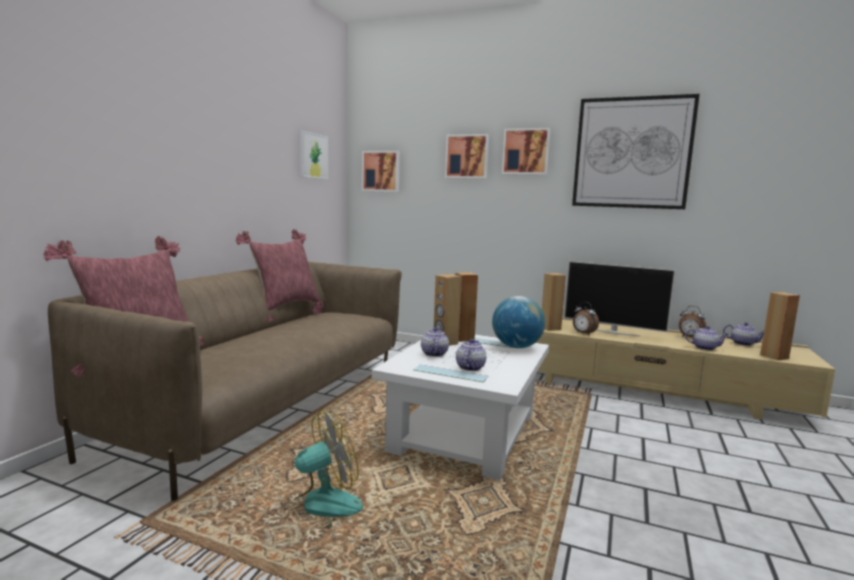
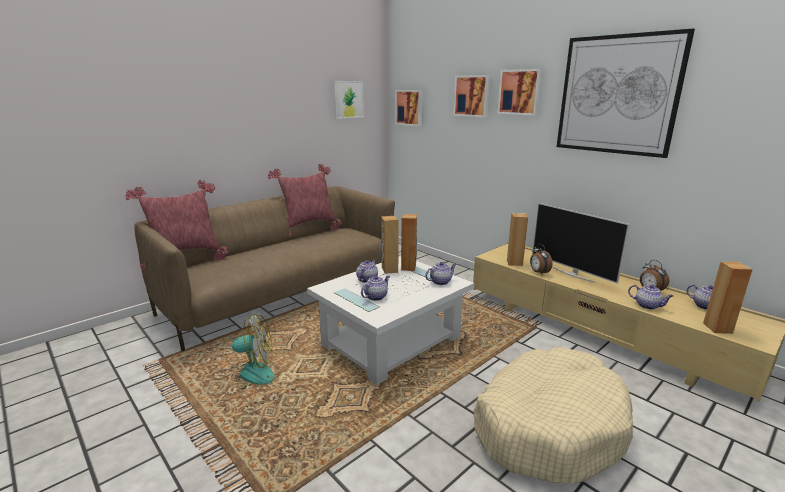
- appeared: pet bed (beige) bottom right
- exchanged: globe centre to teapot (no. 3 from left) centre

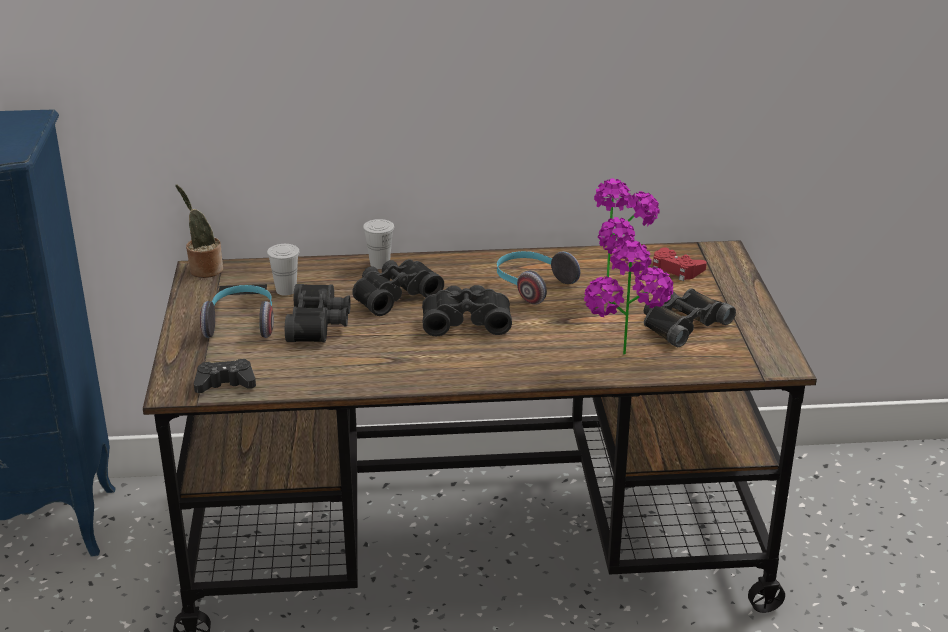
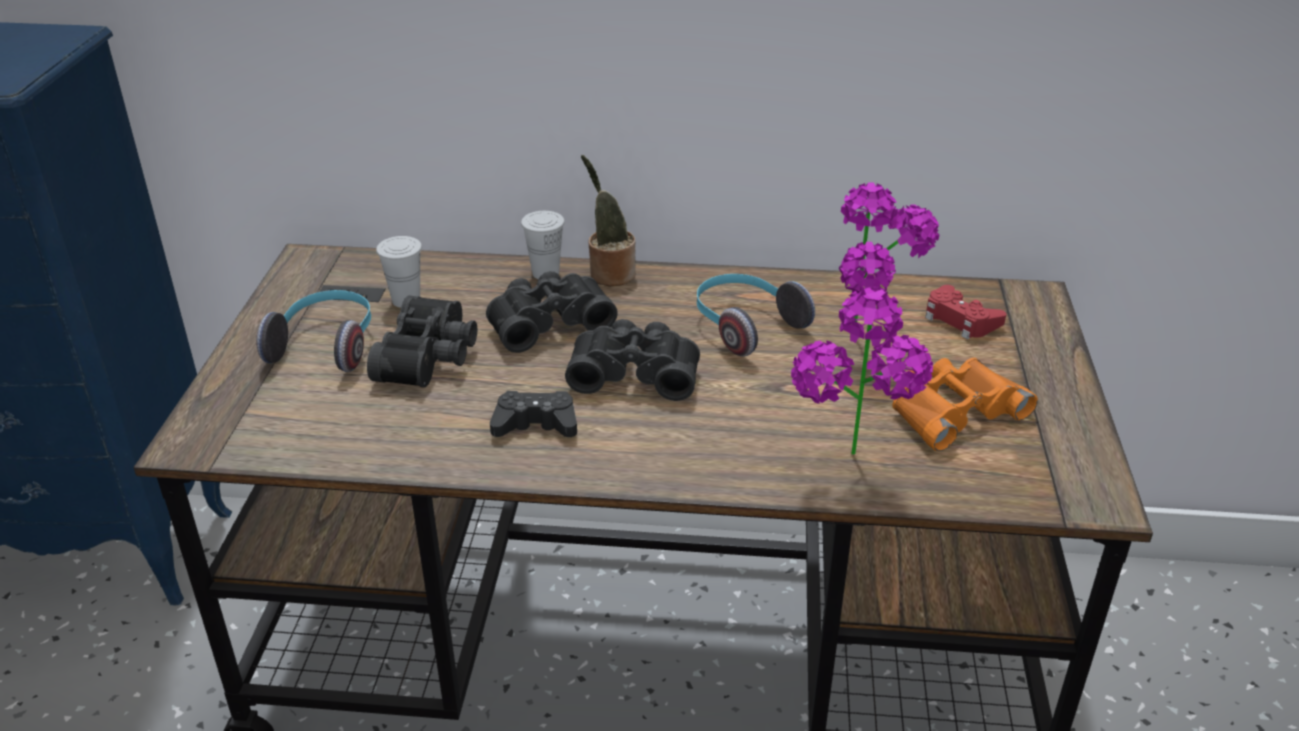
- relocated: houseplant (no. 1 from left) middle left to top centre
- relocated: joypad (black-coloured) middle left to centre
- colour: field glasses (black-coloured) (no. 4 from left) middle right to field glasses (orangey) middle right

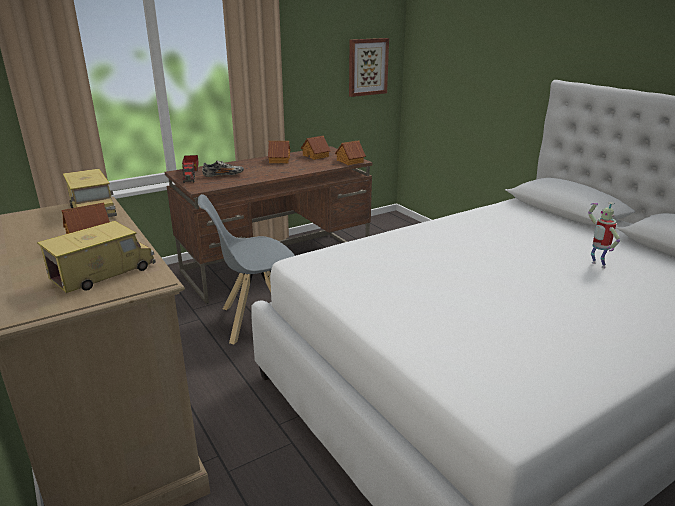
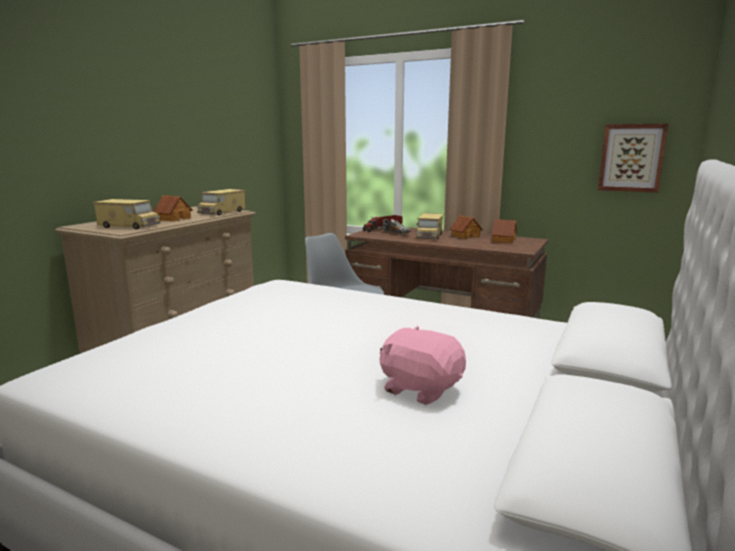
- missing: model house (no. 4 from left) top centre
- appeared: model truck (no. 4 from left) centre
- exchanged: robot figure middle right to cuddly toy (pink) centre

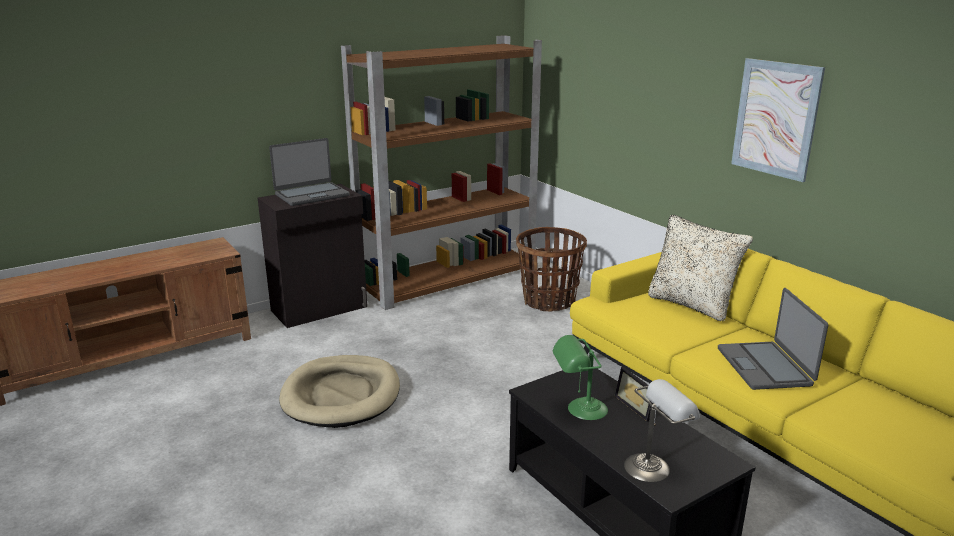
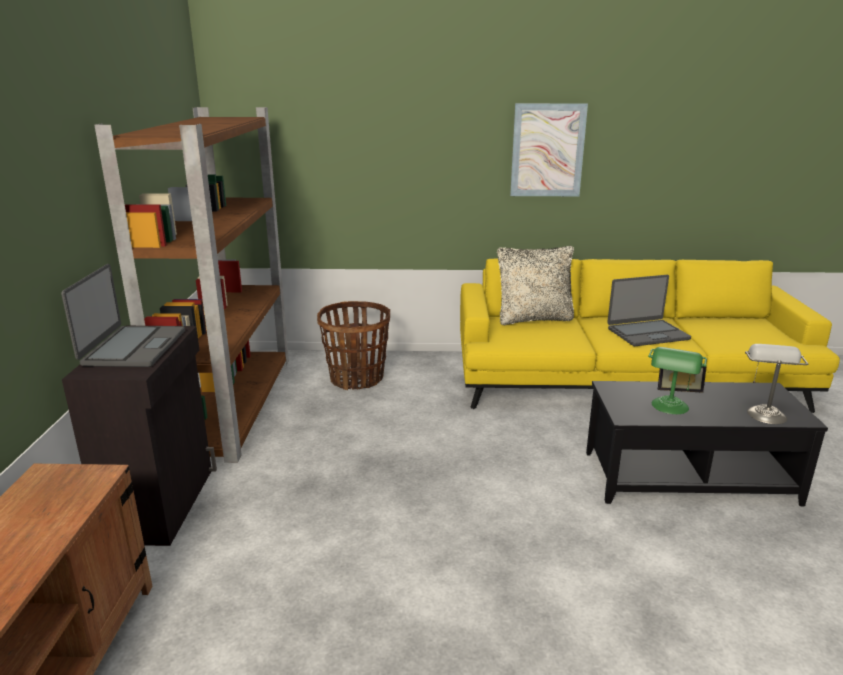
- missing: pet bed (beige) bottom centre
- spun: notebook computer (no. 2 from left) middle right = middle right 45 degrees counterclockwise

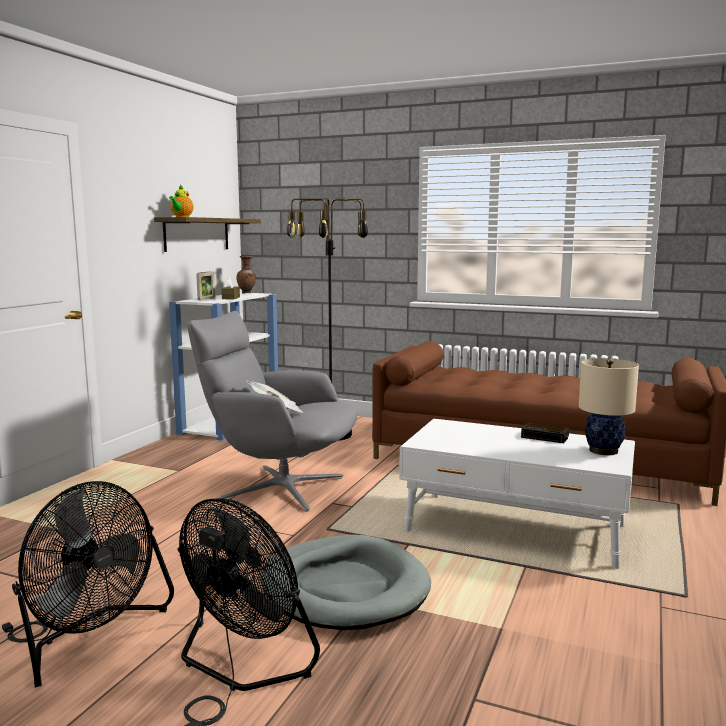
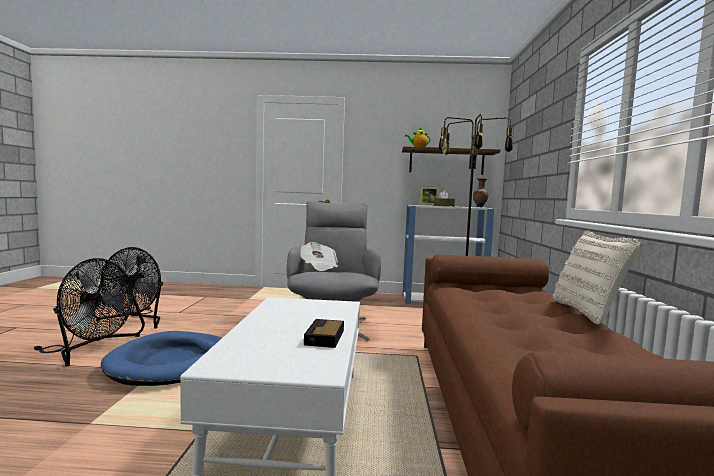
- missing: lamp for a table (beige) middle right
- appeared: cushion (beige) middle right
- colour: pet bed (grey) bottom centre to pet bed (blue-coloured) bottom left

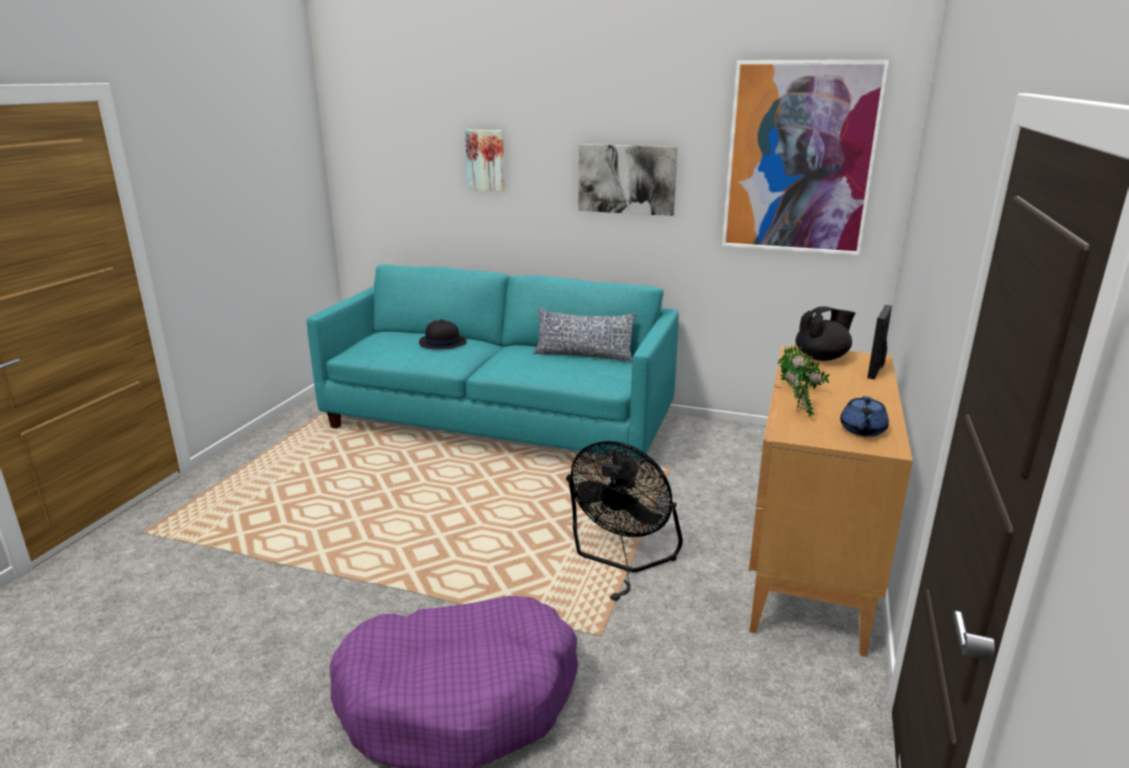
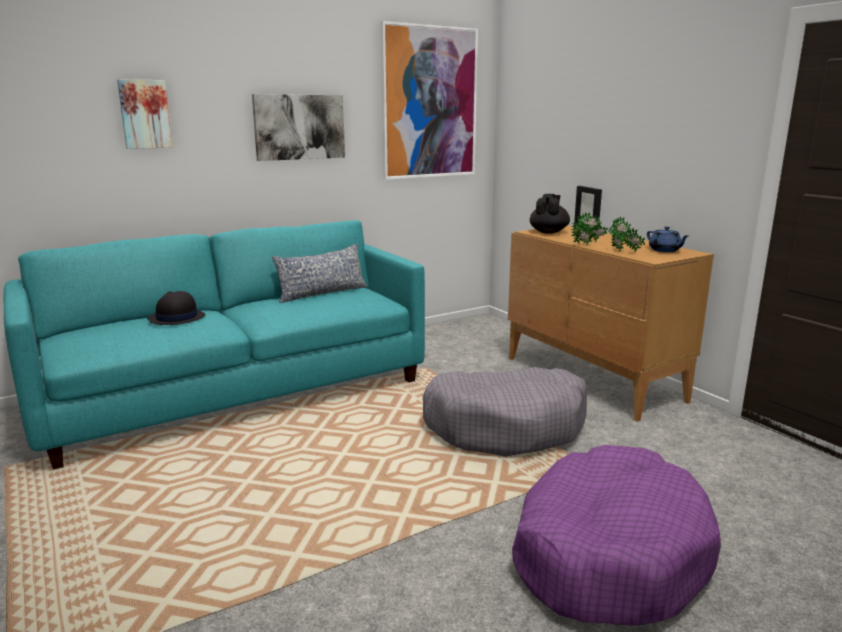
- exchanged: cooling fan (black-coloured) bottom centre to pet bed (grey) centre

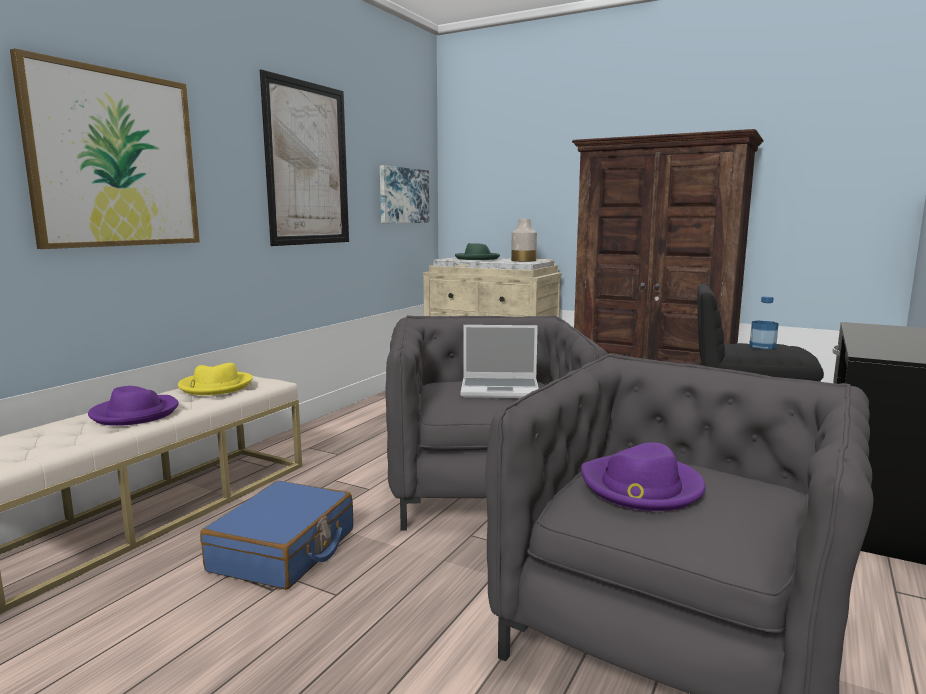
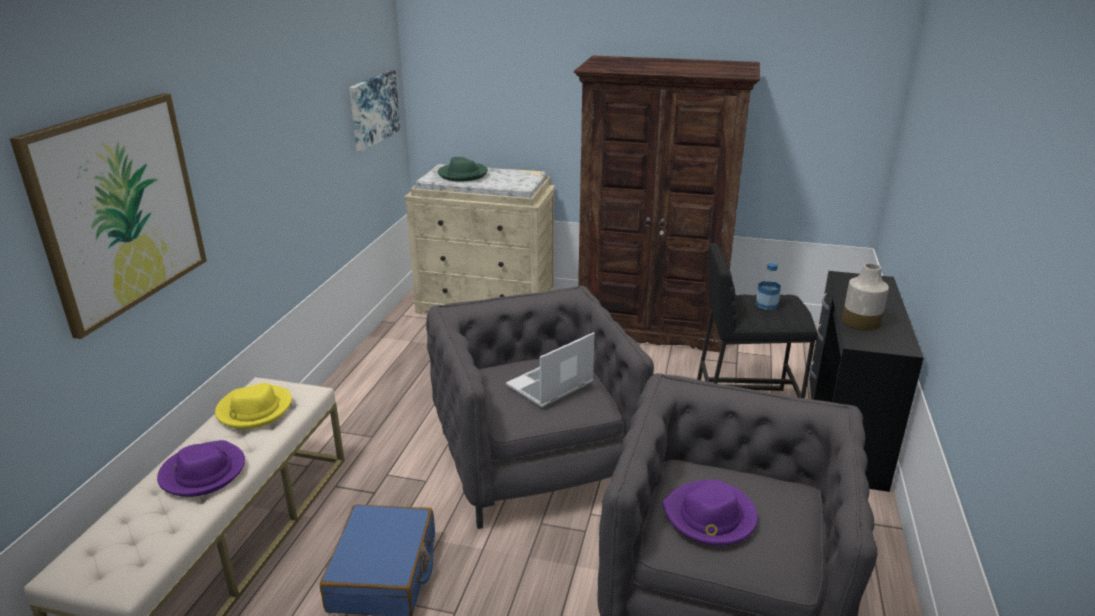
- missing: picture (no. 2 from left) top left
- relocated: flower vase (beige) centre to middle right
- spun: notebook computer centre = centre 150 degrees clockwise

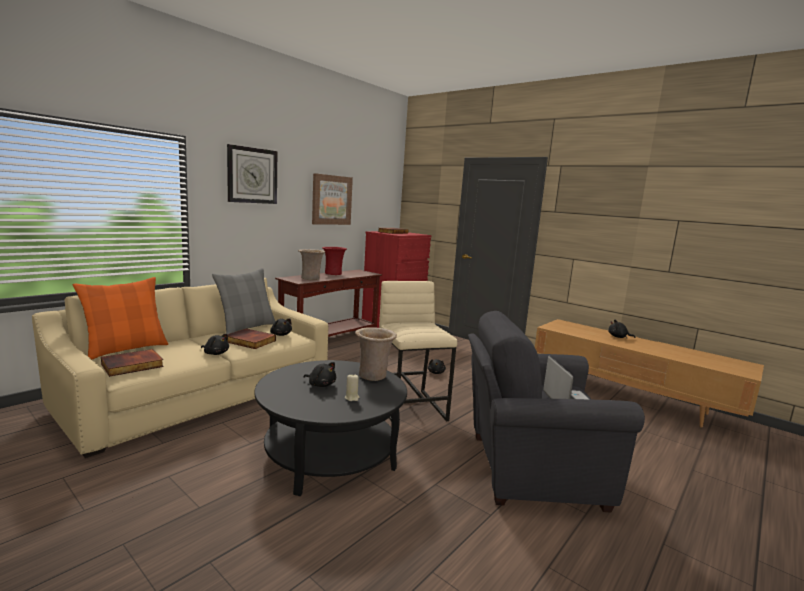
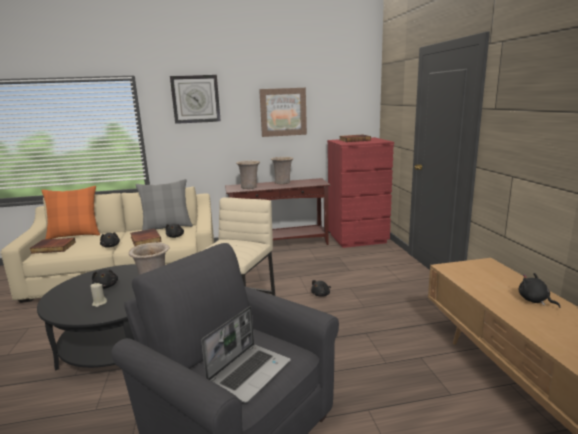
- colour: flower vase (red) centre to flower vase (beige) (no. 3 from left) centre

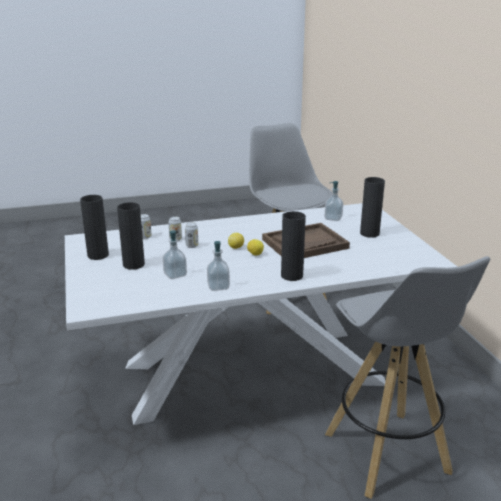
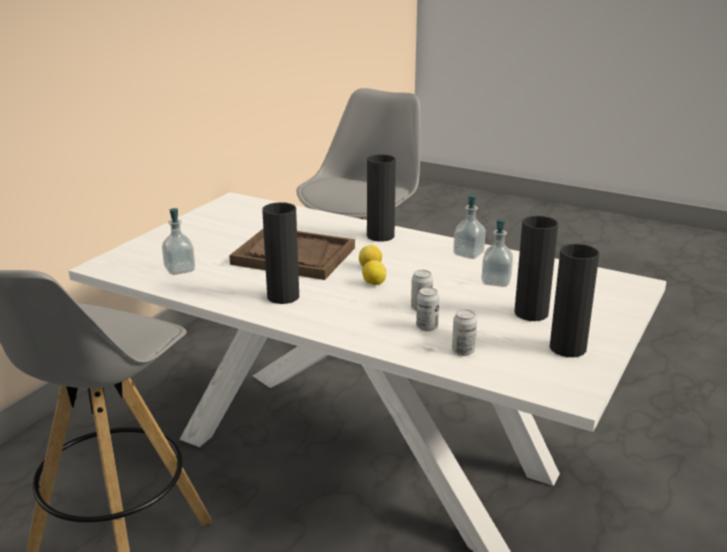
- relocated: flower vase (black-coloured) (no. 4 from left in the first image) middle right to flower vase (black-coloured) (no. 1 from left) centre

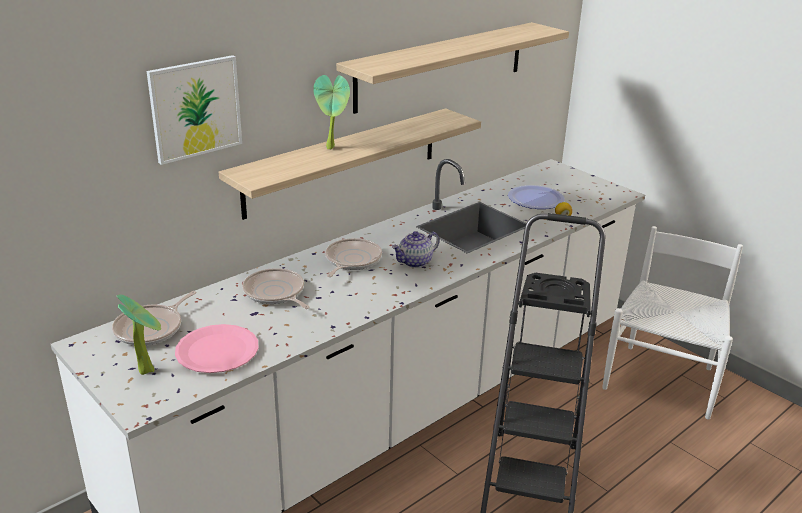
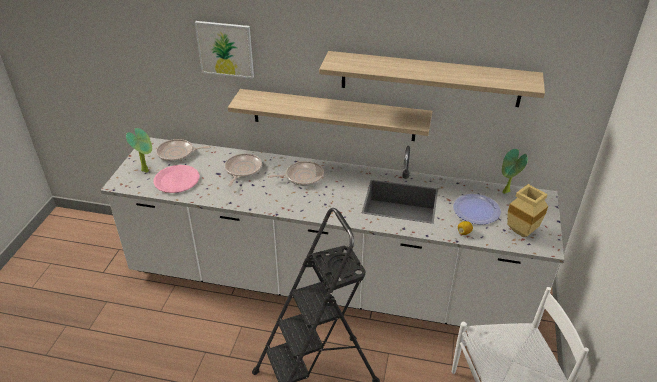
- missing: teapot centre
- appeared: flower vase (beige) middle right
- relocated: houseplant (no. 2 from left) top centre to middle right

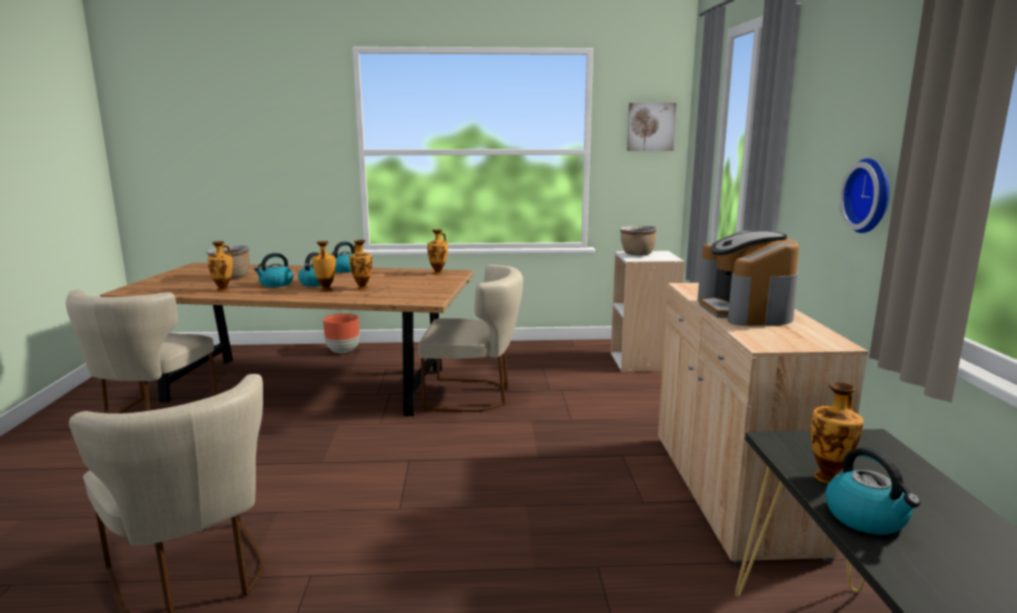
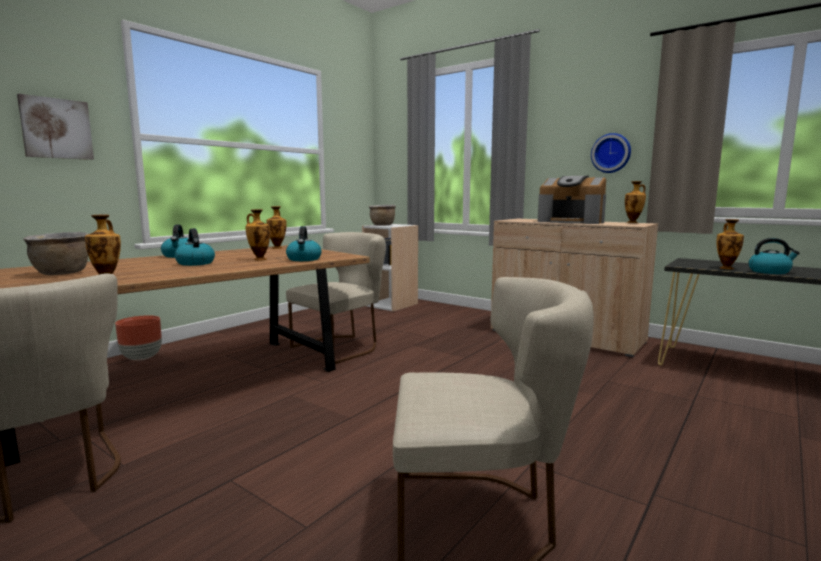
- relocated: kettle (no. 1 from left in the first image) middle left to kettle (no. 3 from left) centre
- relocated: flower vase (no. 2 from left in the first image) middle left to flower vase (no. 4 from left) middle right
- relocated: picture top centre to top left

